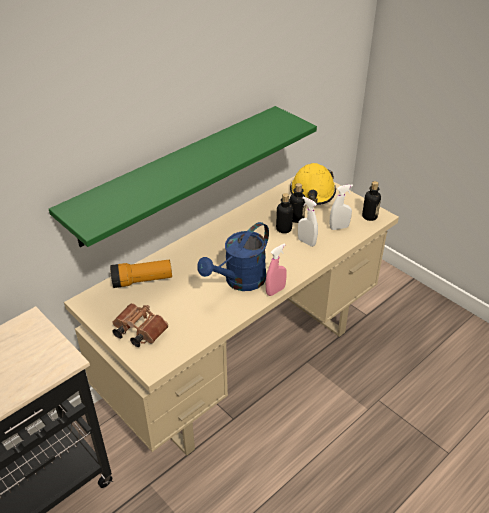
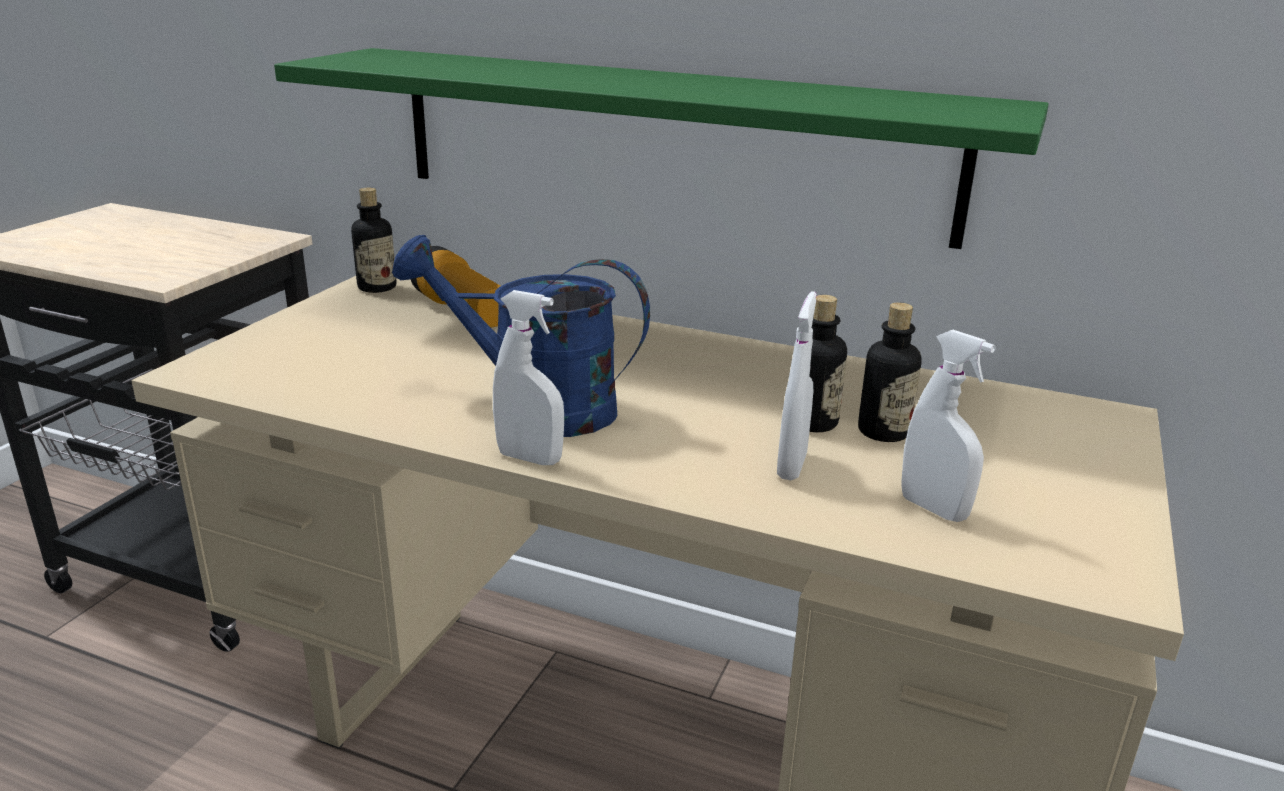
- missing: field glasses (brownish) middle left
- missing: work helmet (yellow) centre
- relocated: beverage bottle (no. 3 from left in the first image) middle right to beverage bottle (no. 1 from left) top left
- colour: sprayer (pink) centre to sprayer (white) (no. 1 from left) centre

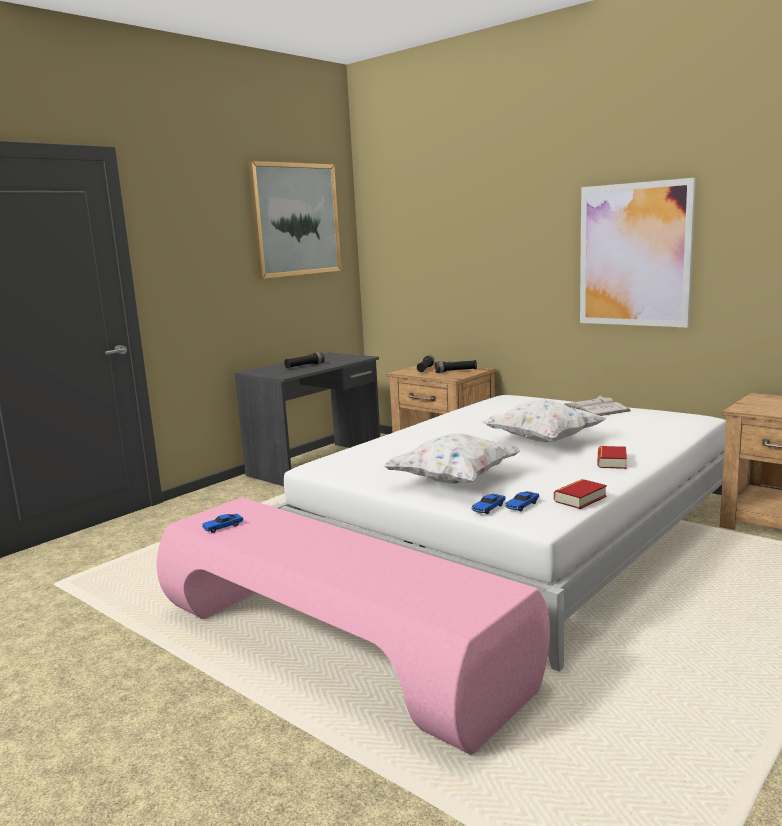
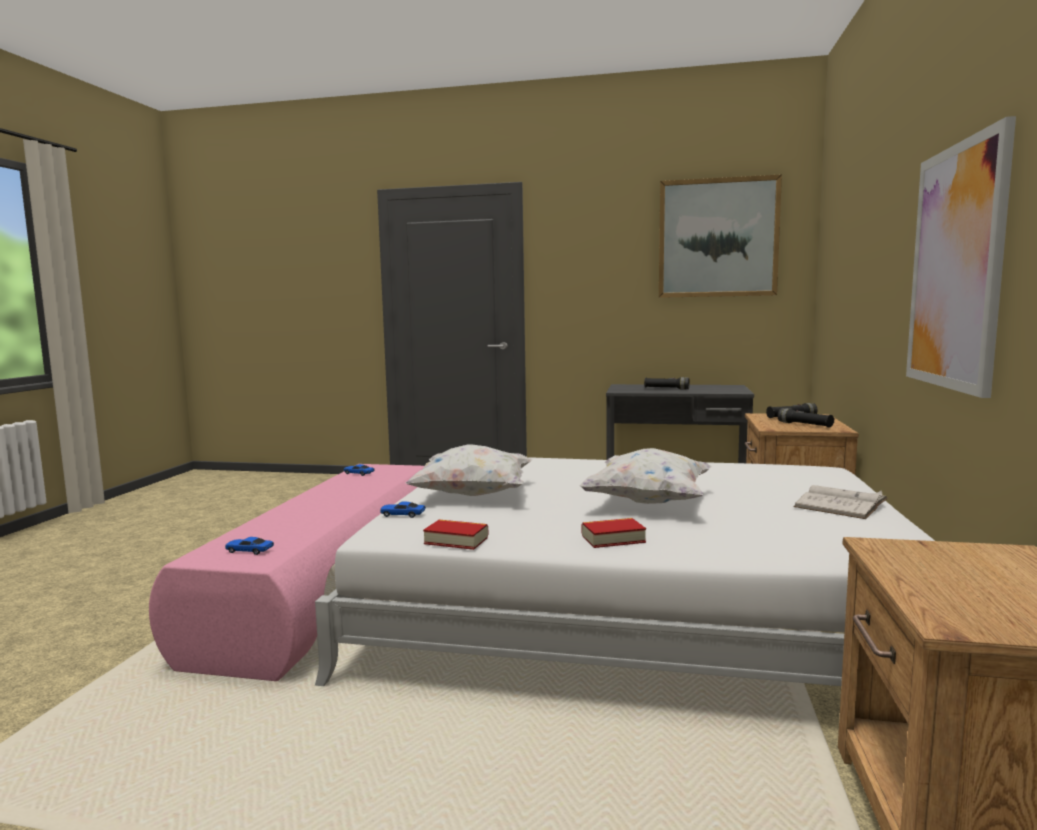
- relocated: model car (no. 3 from left in the first image) middle right to model car (no. 1 from left) middle left

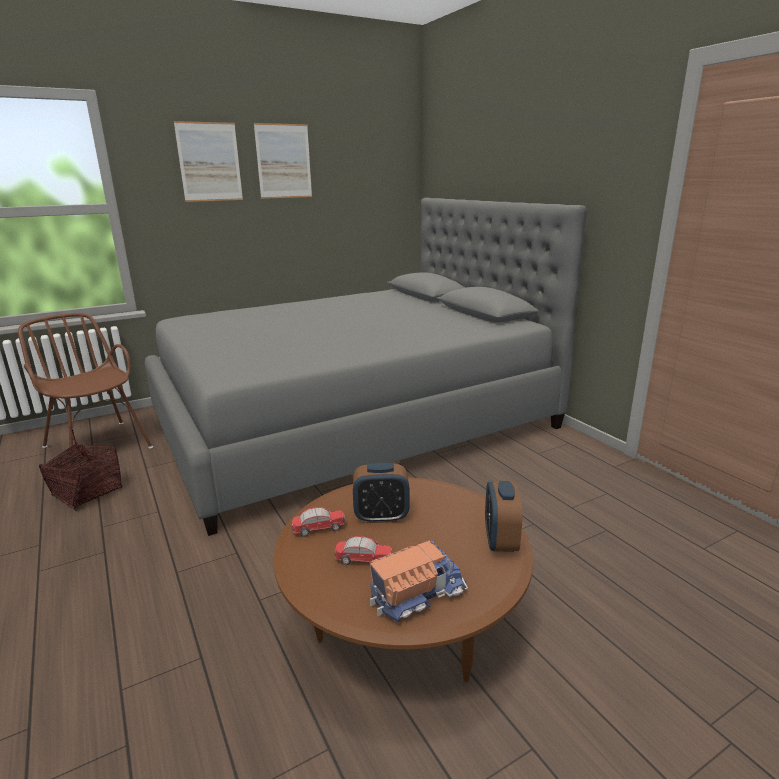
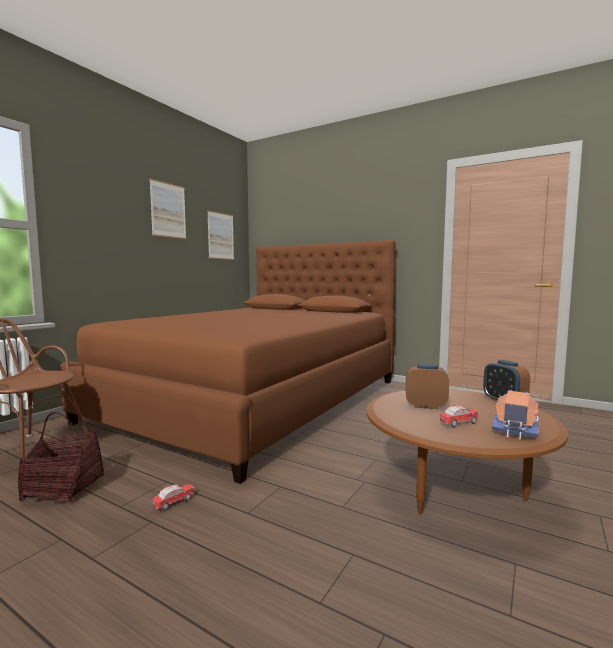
- relocated: picture (no. 1 from left in the first image) top left to picture (no. 2 from left) centre
- relocated: model car (no. 1 from left) bottom centre to bottom left
- colour: sleeping bed (grey) centre to sleeping bed (brownish) centre
- spun: bedside clock (no. 1 from left) centre = middle right 135 degrees counterclockwise

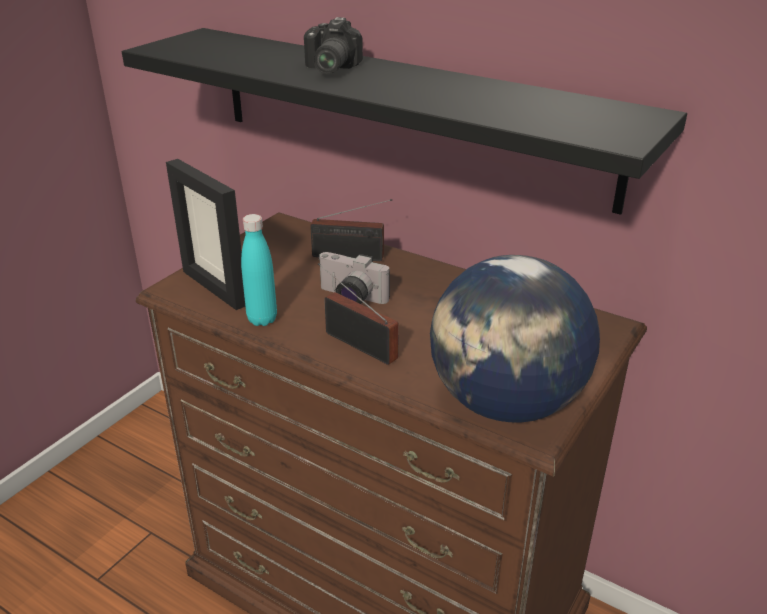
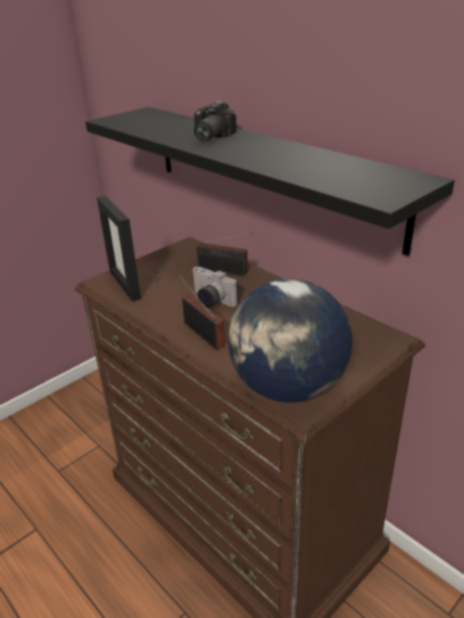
- missing: beverage bottle (blue-green) centre

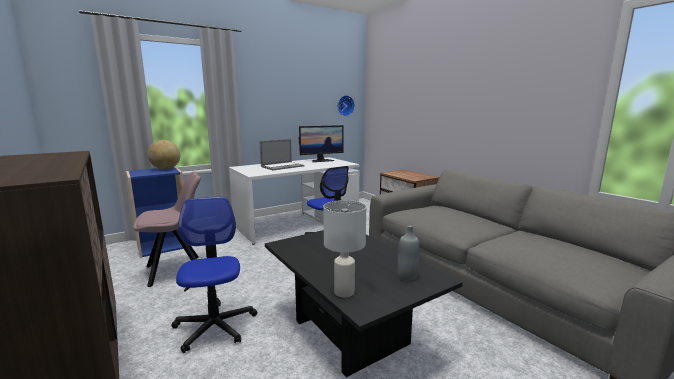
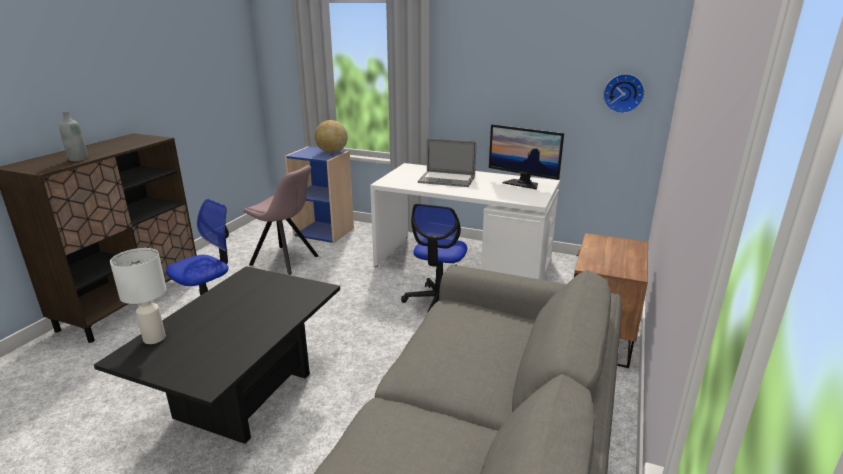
- relocated: beverage bottle (grey) bottom centre to top left

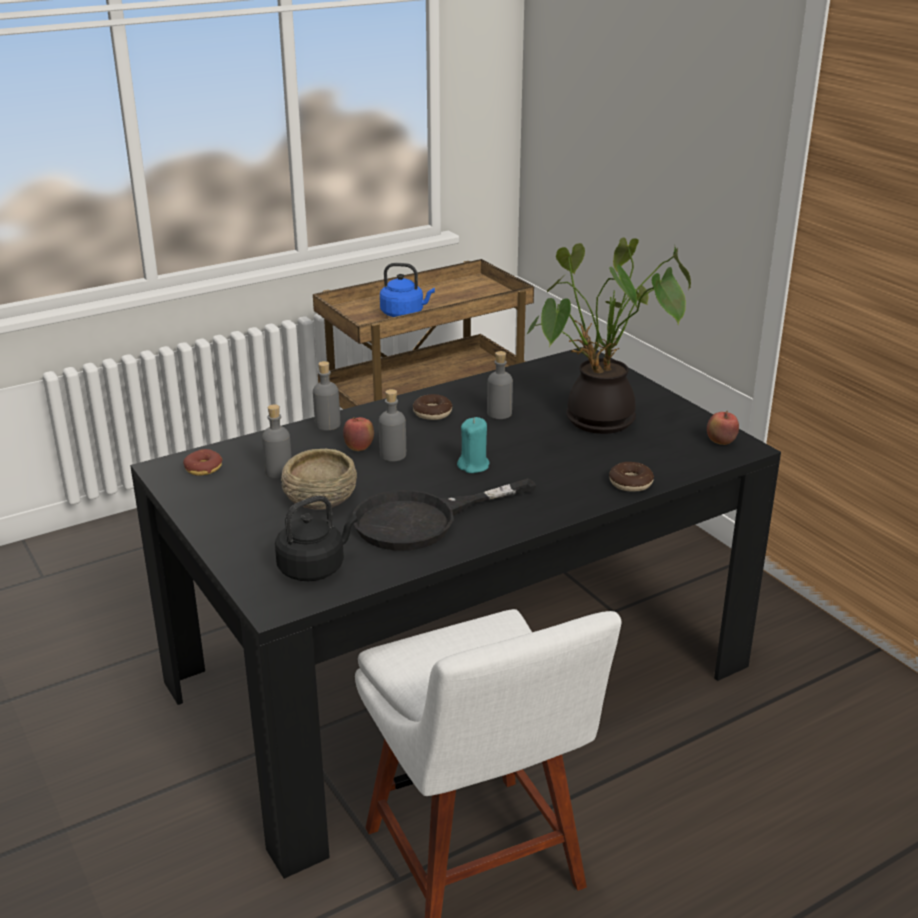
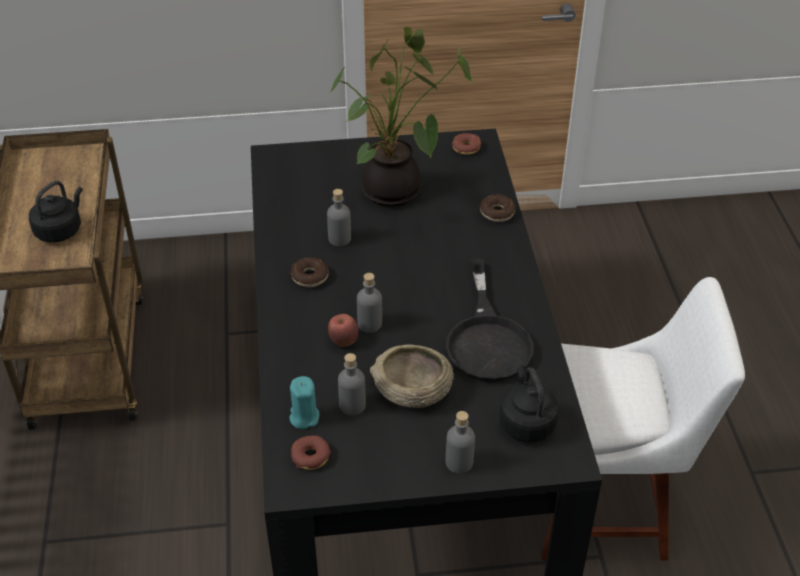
- relocated: beverage bottle (grey) (no. 2 from left in the first image) centre to beverage bottle (grey) (no. 4 from left) bottom centre
- relocated: wax light (blue-green) centre to bottom centre
- exchanged: whole apple (no. 2 from left) middle right to donut (no. 3 from left) top centre
- colour: kettle (blue-coloured) top centre to kettle (black-coloured) (no. 1 from left) middle left

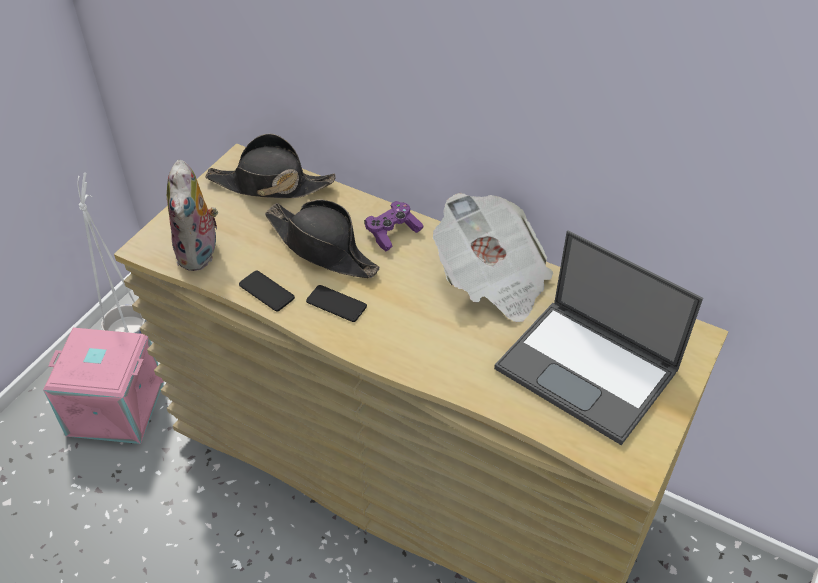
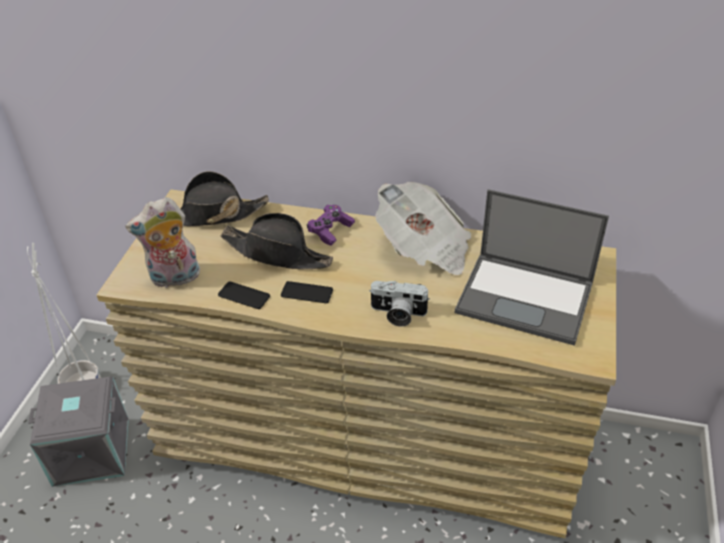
- appeared: still camera centre
- colour: storage box (pink) middle left to storage box (grey) bottom left
- spun: cuddly toy middle left = middle left 90 degrees clockwise

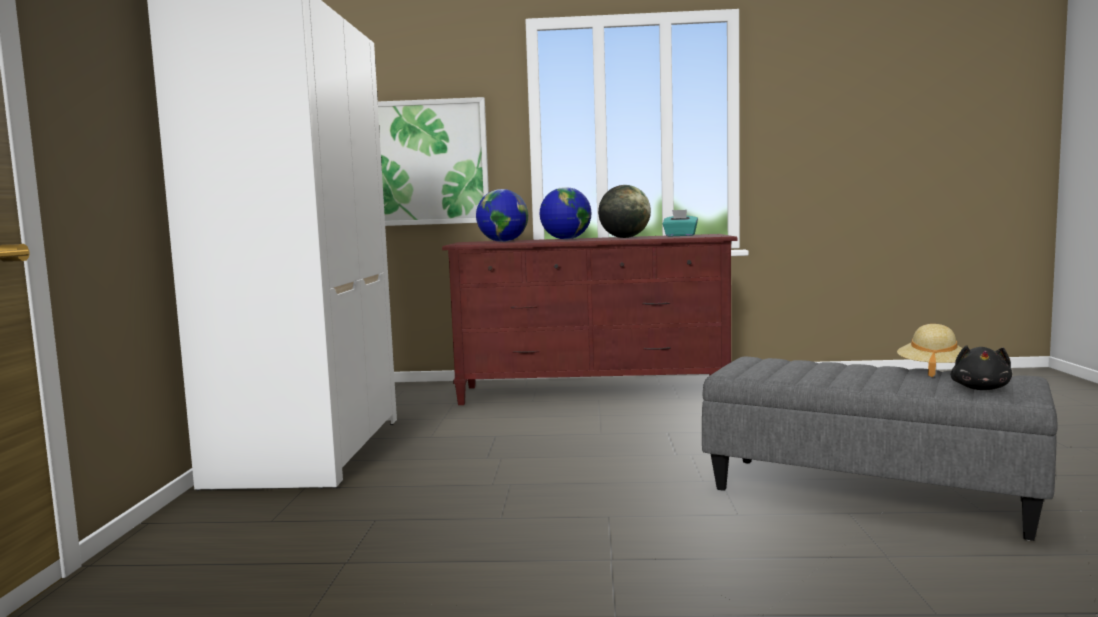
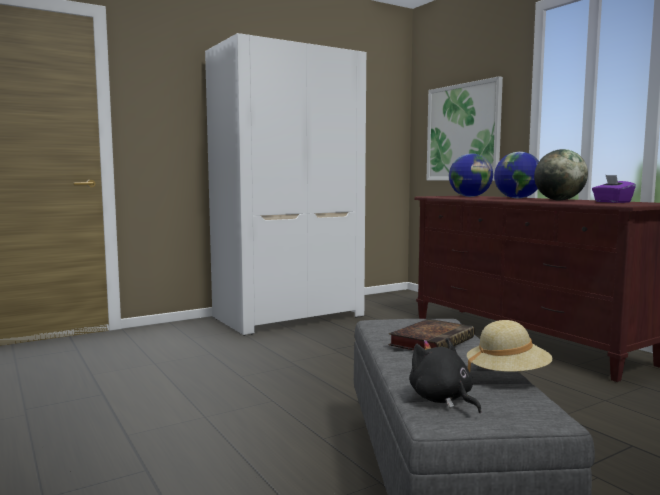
- appeared: book bottom centre
- colour: box of tissues (blue-green) centre to box of tissues (purple-coloured) middle right
- spun: cuddly toy (black-coloured) middle right = bottom right 75 degrees clockwise

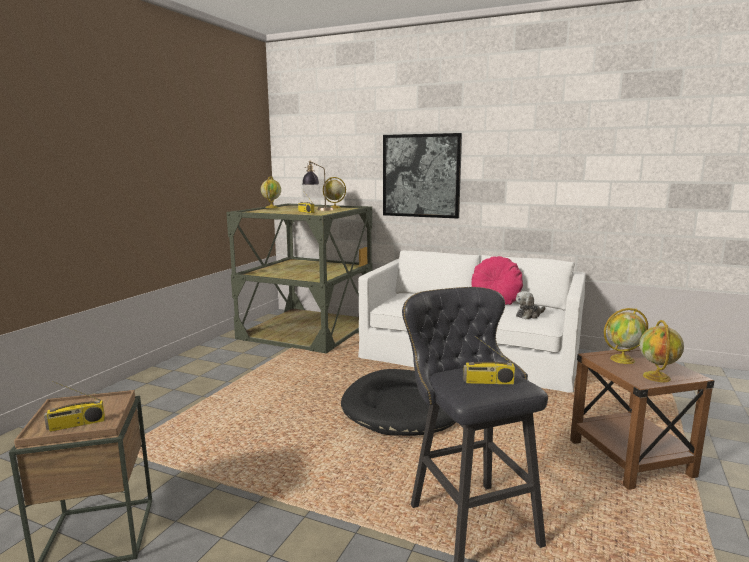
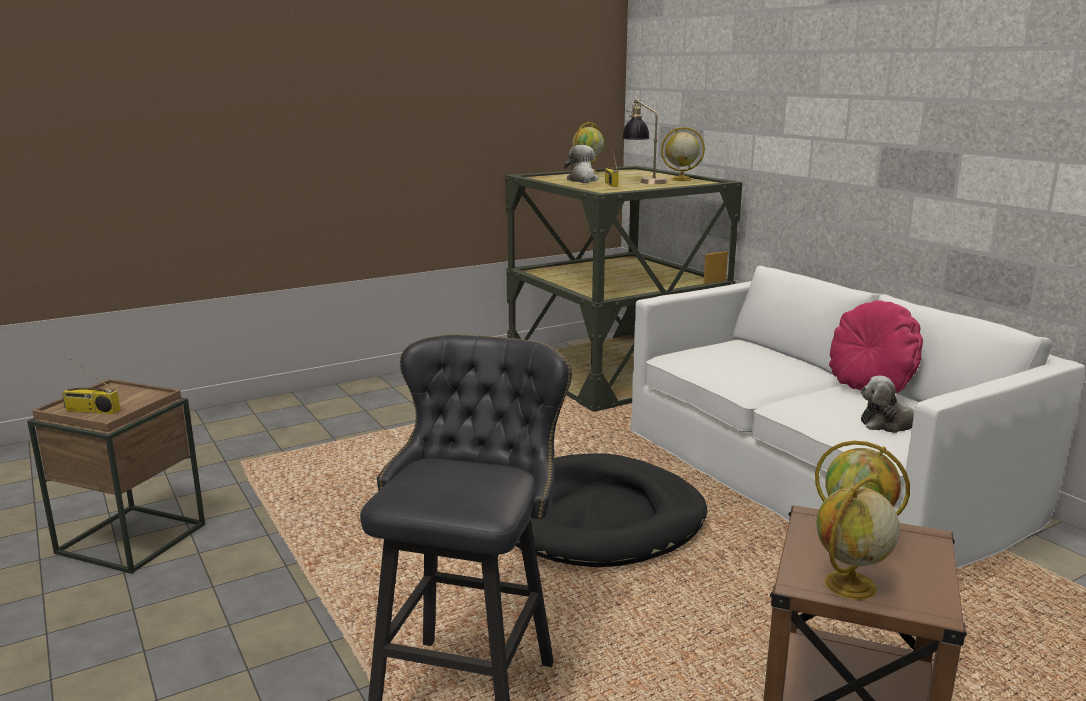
- missing: picture top centre
- missing: radio set (no. 3 from left) centre
- appeared: cuddly toy (no. 1 from left) top centre

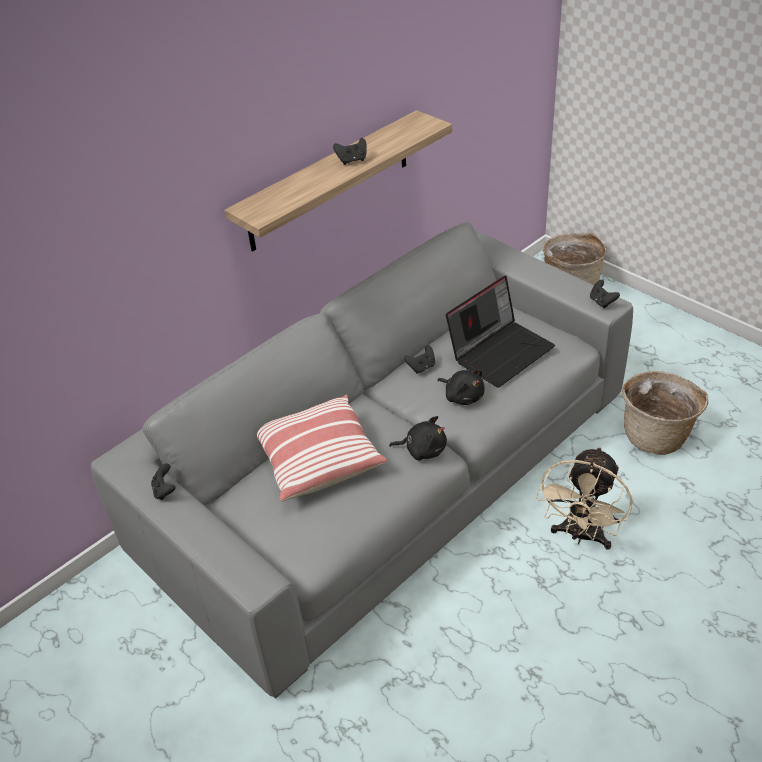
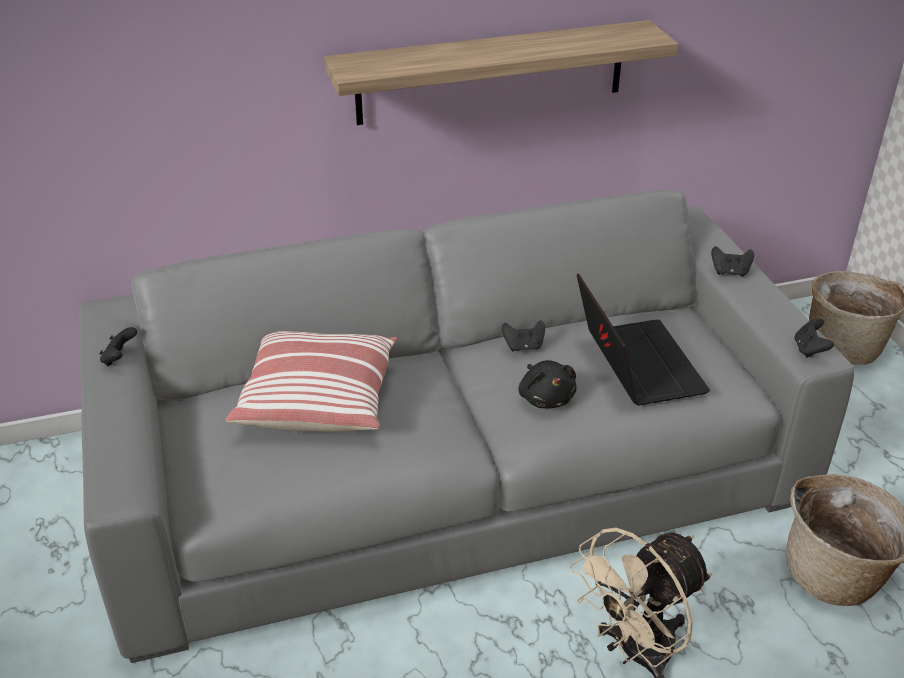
- missing: cuddly toy (black-coloured) (no. 1 from left) centre
- relocated: joypad (black-coloured) (no. 2 from left in the first image) top centre to joypad (black-coloured) (no. 3 from left) middle right
- spun: notebook computer centre = middle right 90 degrees counterclockwise

